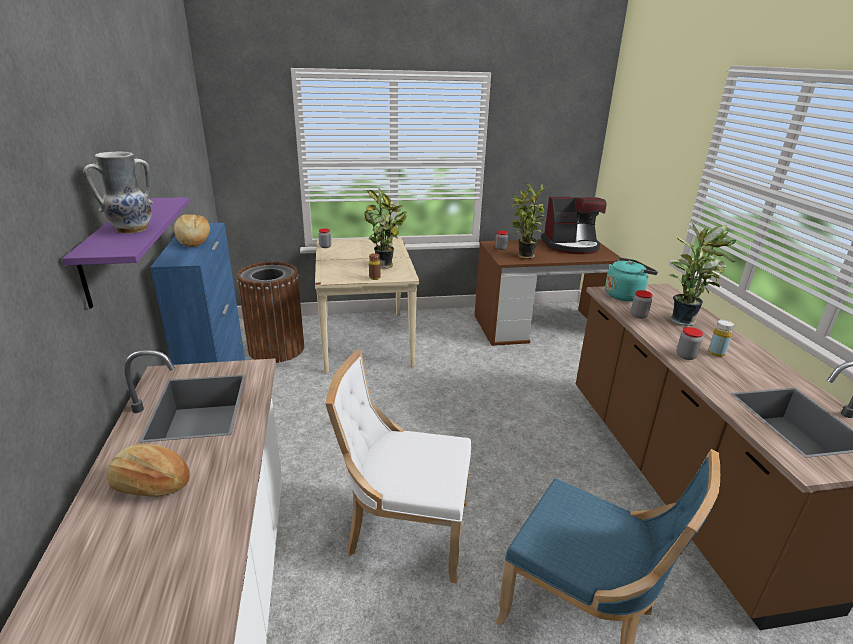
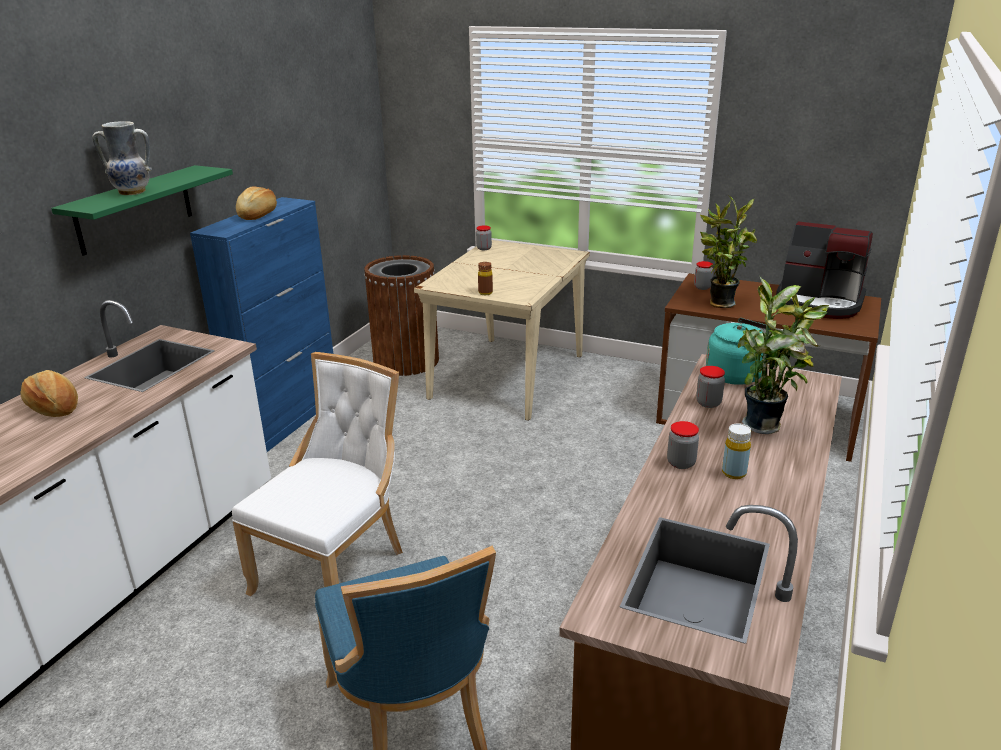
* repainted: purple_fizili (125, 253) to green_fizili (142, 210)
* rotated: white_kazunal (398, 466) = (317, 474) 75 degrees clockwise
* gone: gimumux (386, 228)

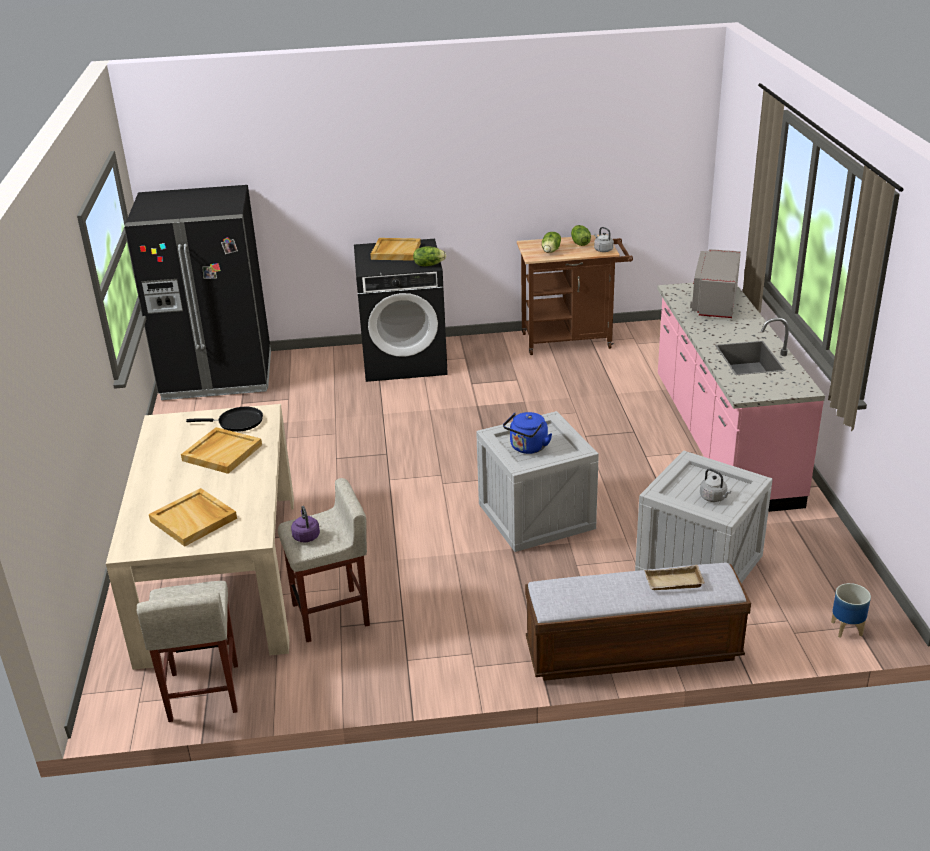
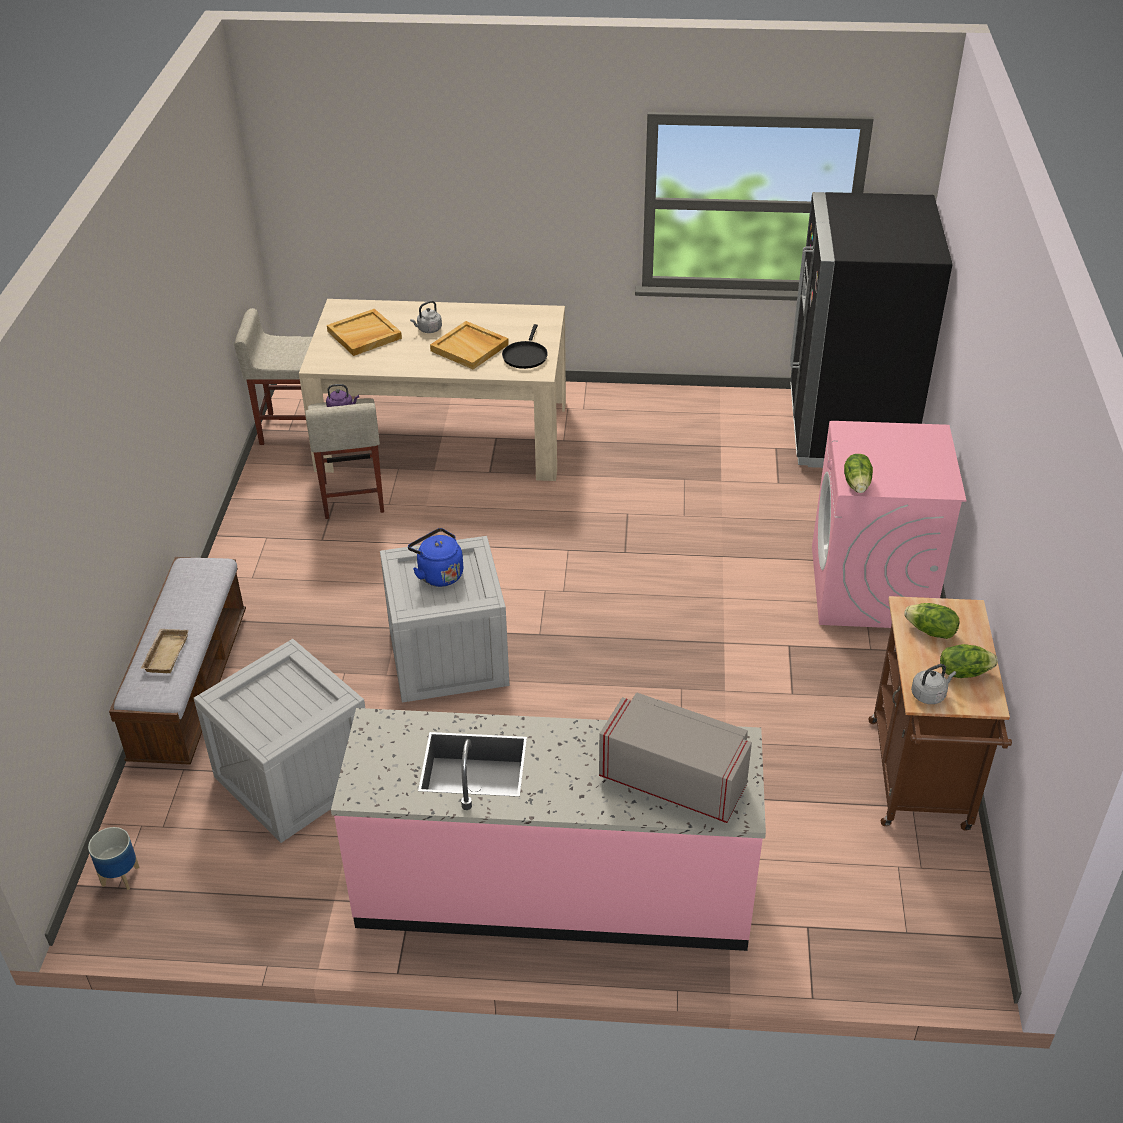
* shifted: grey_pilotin (715, 485) to (426, 317)
* repainted: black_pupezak (401, 310) to pink_pupezak (889, 524)
* gone: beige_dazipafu (395, 249)

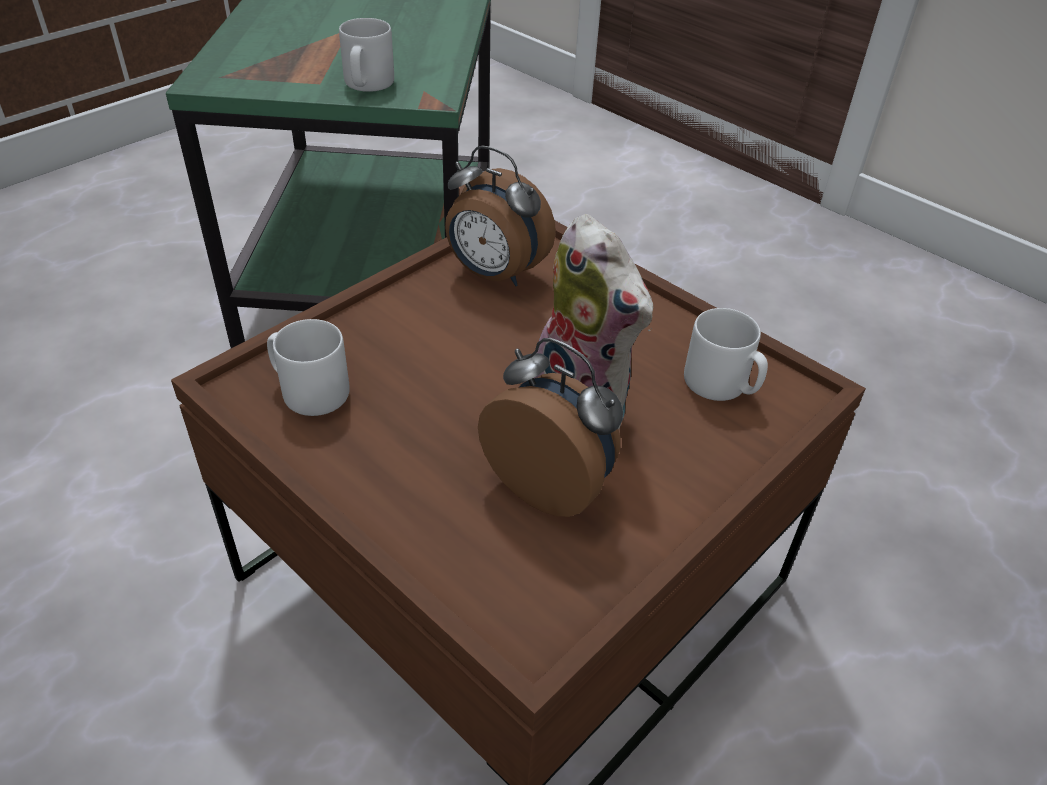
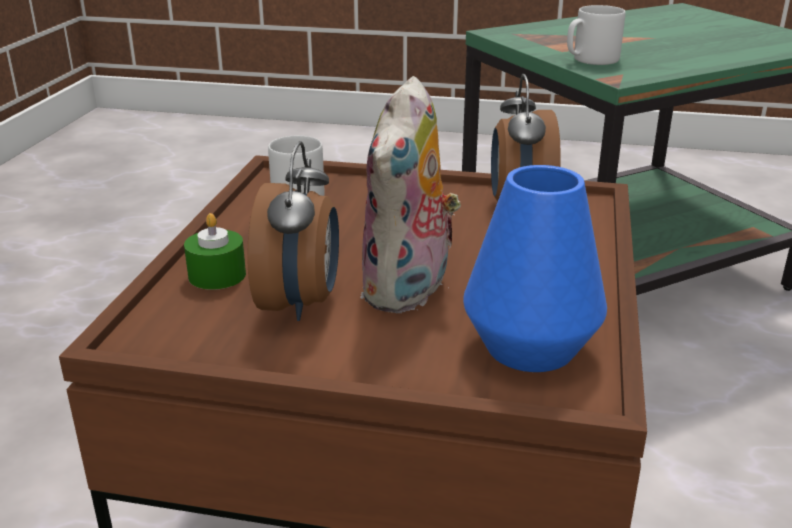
* new: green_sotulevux (215, 251)
* swapped: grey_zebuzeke (726, 354) to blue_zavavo (535, 268)

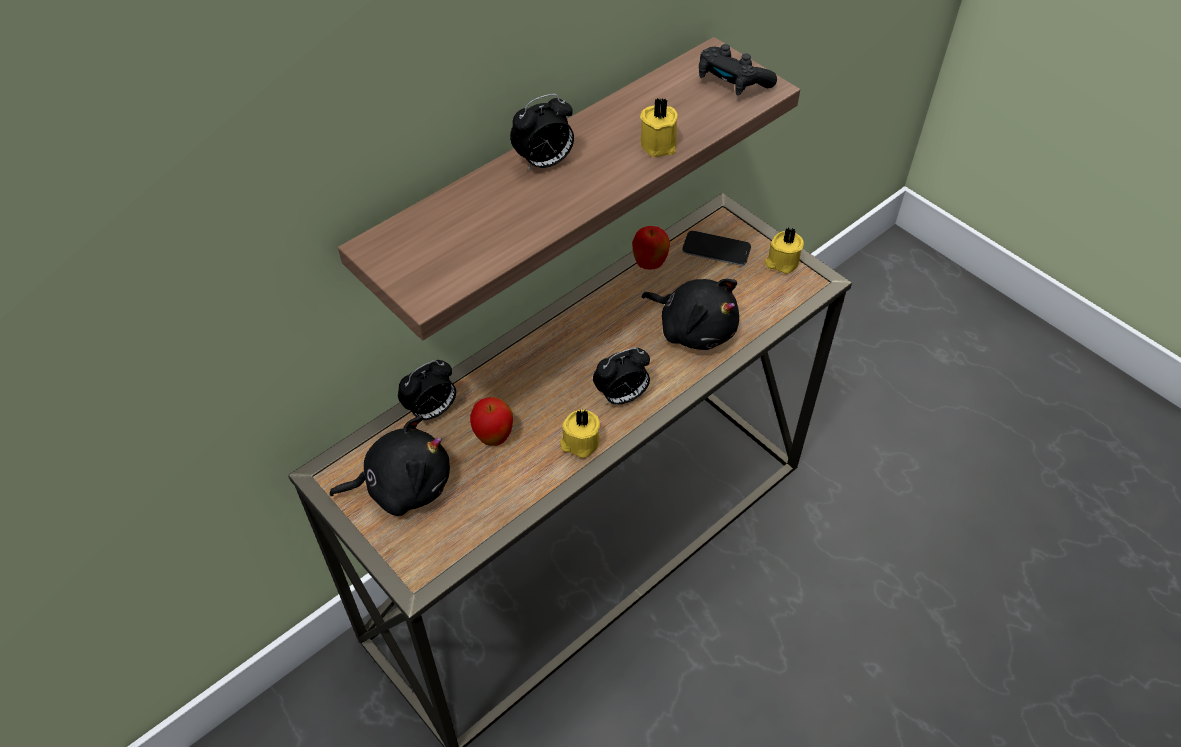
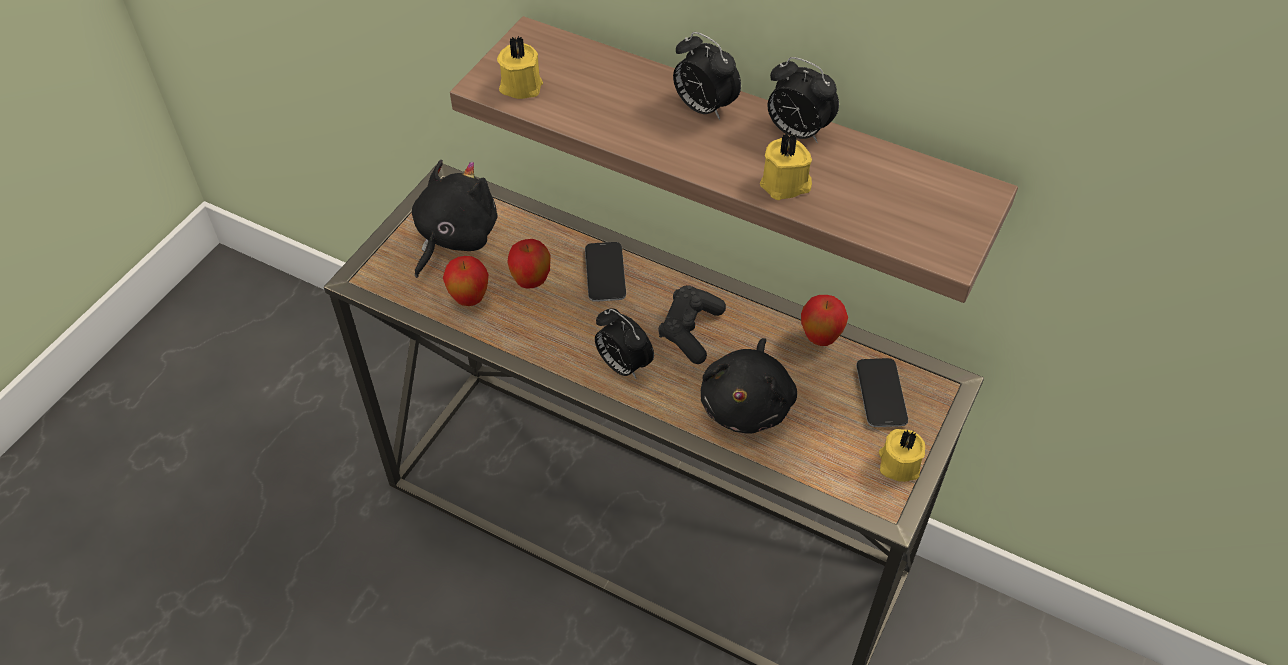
* rotated: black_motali (389, 466) = (454, 219) 120 degrees counterclockwise
* new: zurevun (466, 281)
* shifted: yellow_sotulevux (580, 433) to (520, 67)
* new: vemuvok (605, 272)
* shifted: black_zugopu (738, 69) to (692, 324)
* shifted: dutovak (427, 390) to (803, 100)

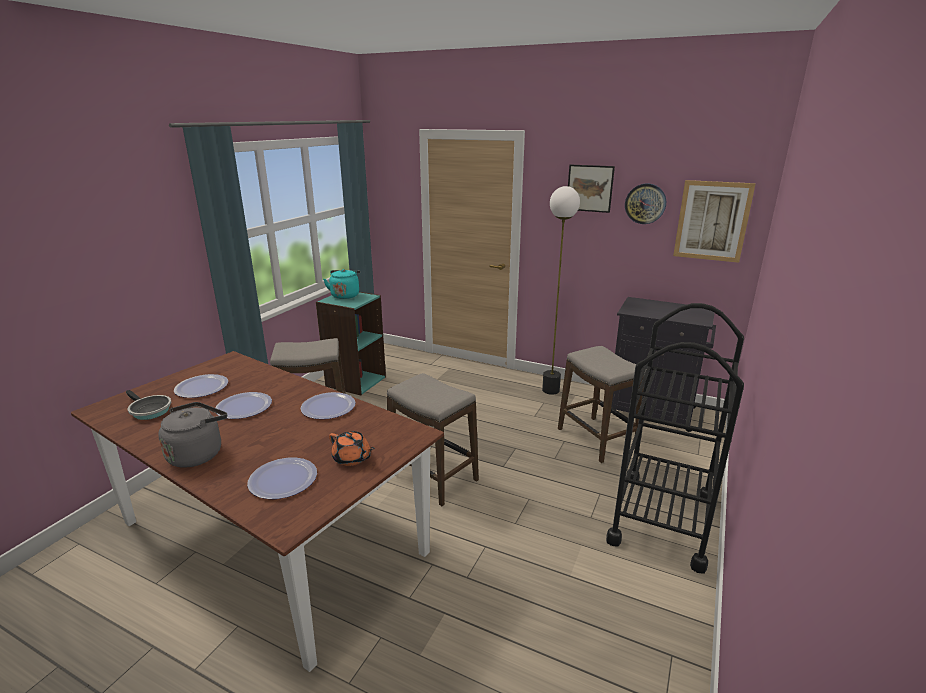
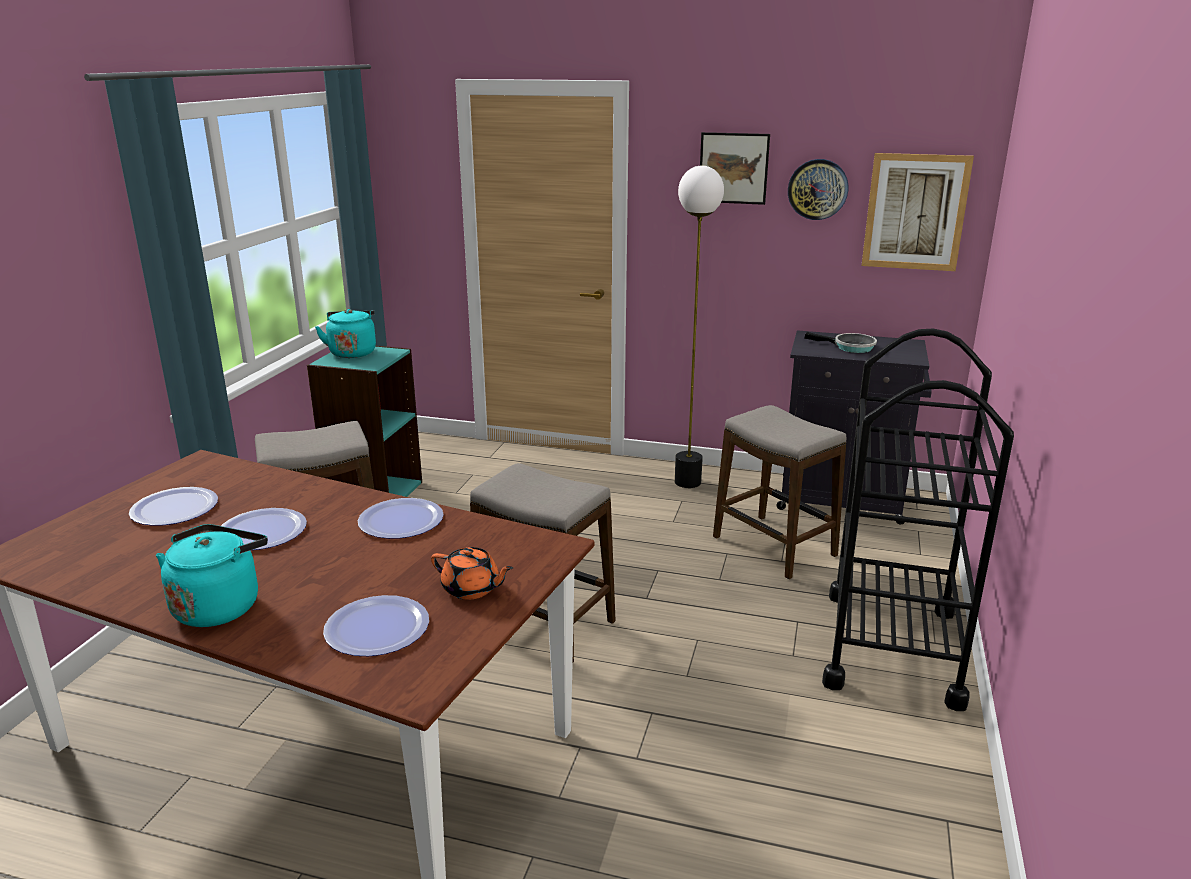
* repainted: grey_pilotin (192, 435) to turquoise_pilotin (212, 575)
* shifted: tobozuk (148, 405) to (840, 342)

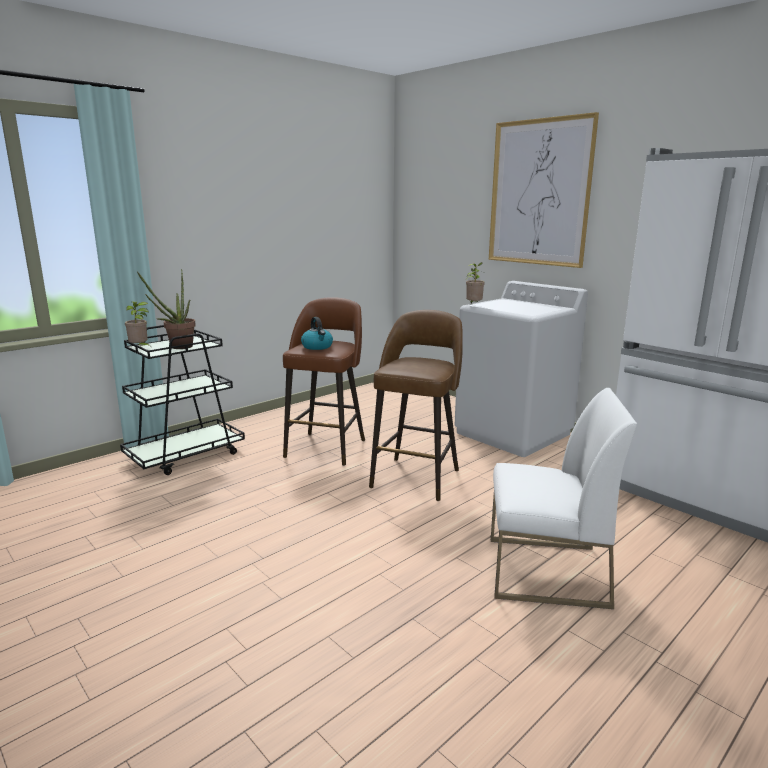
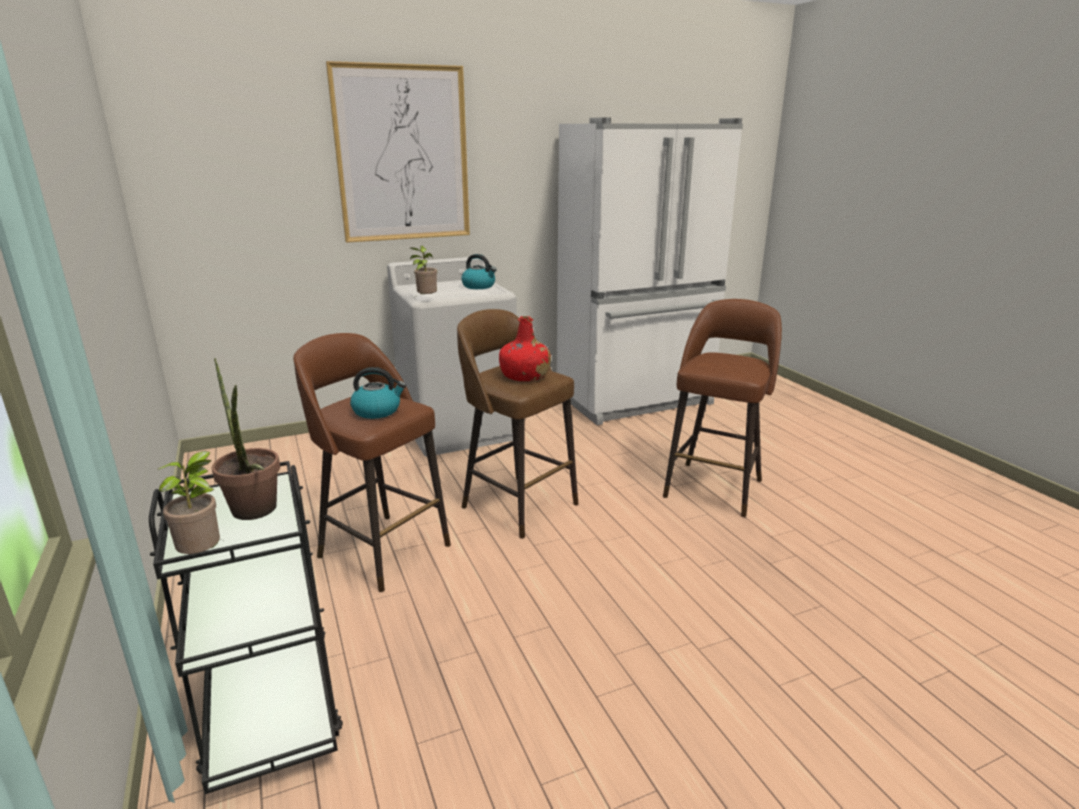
* new: pilotin (479, 271)
* new: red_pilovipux (525, 348)
* swapped: white_kazunal (564, 498) to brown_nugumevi (722, 408)

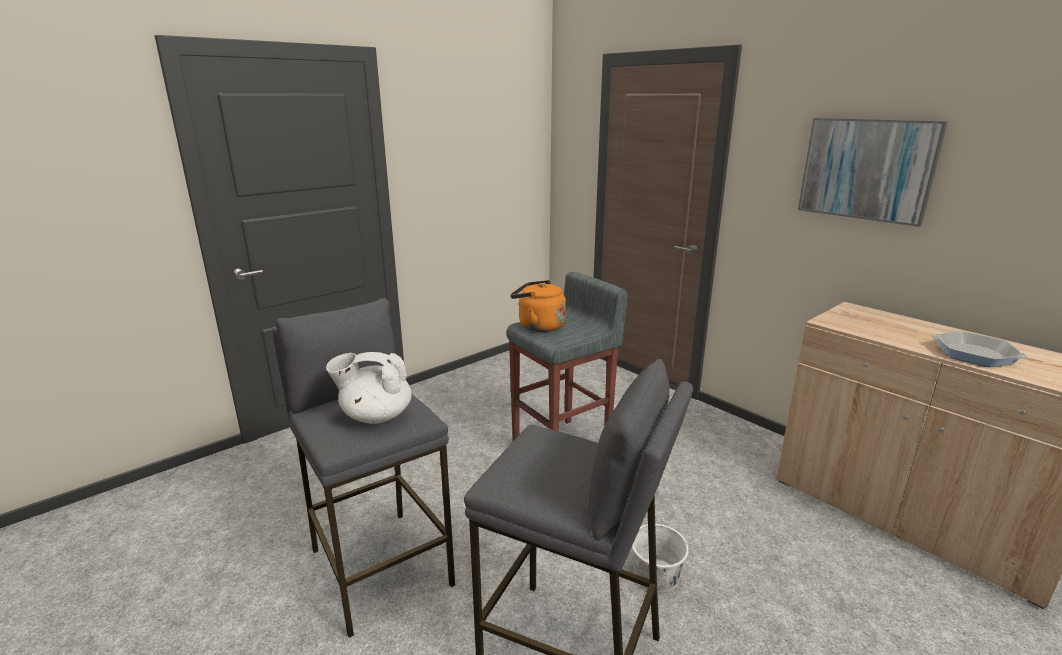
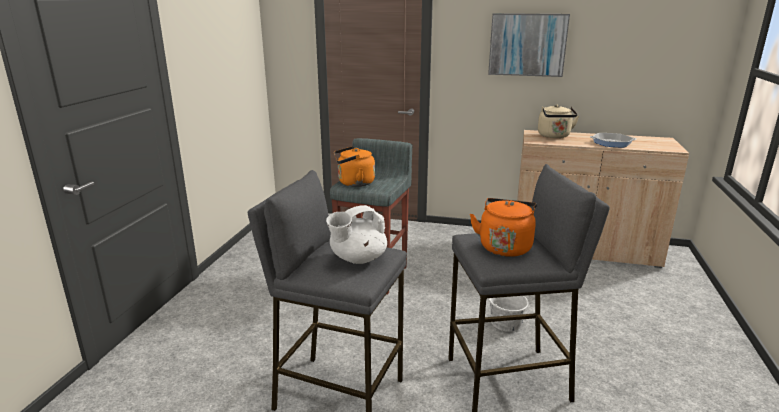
* new: orange_pilotin (503, 227)
* new: beige_pilotin (558, 121)

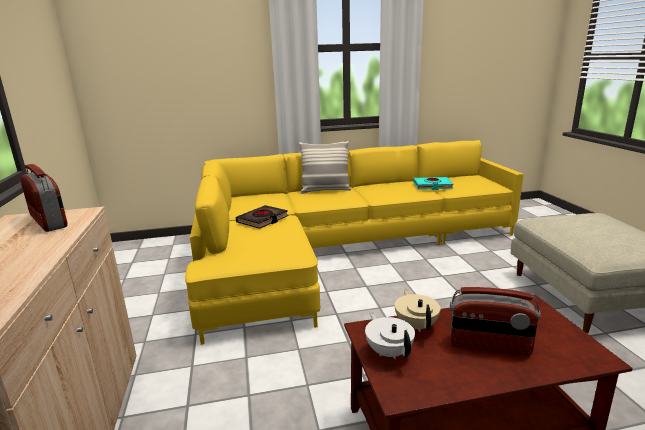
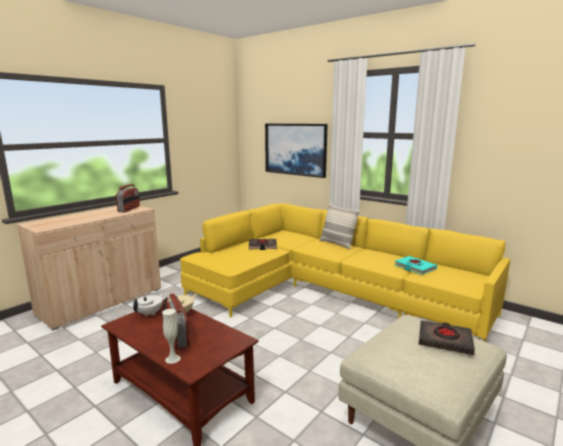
* new: white_zavavo (171, 336)
* new: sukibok (296, 151)
* new: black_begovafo (447, 337)

